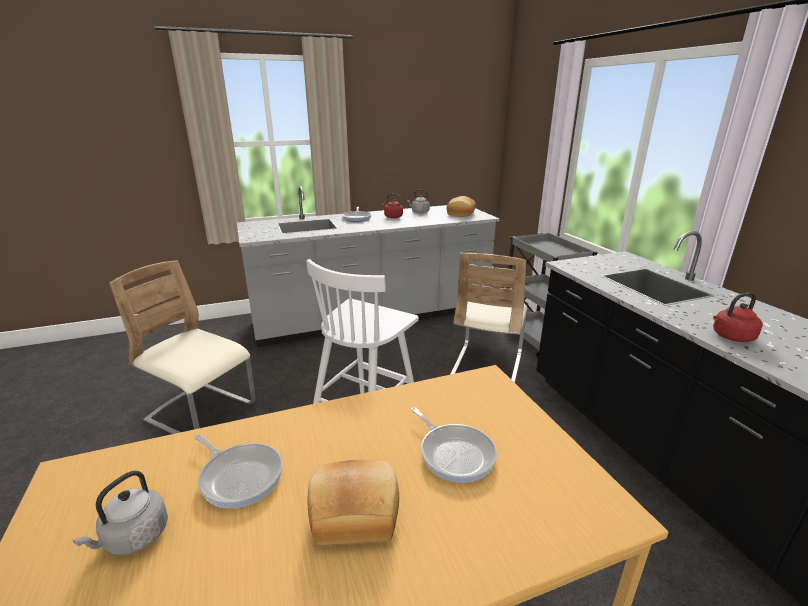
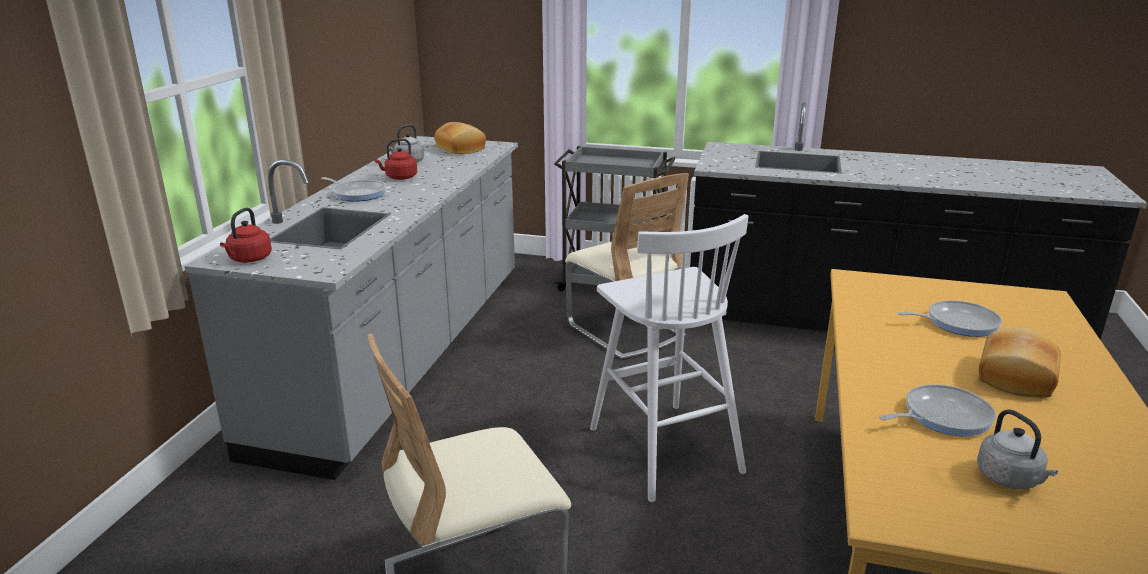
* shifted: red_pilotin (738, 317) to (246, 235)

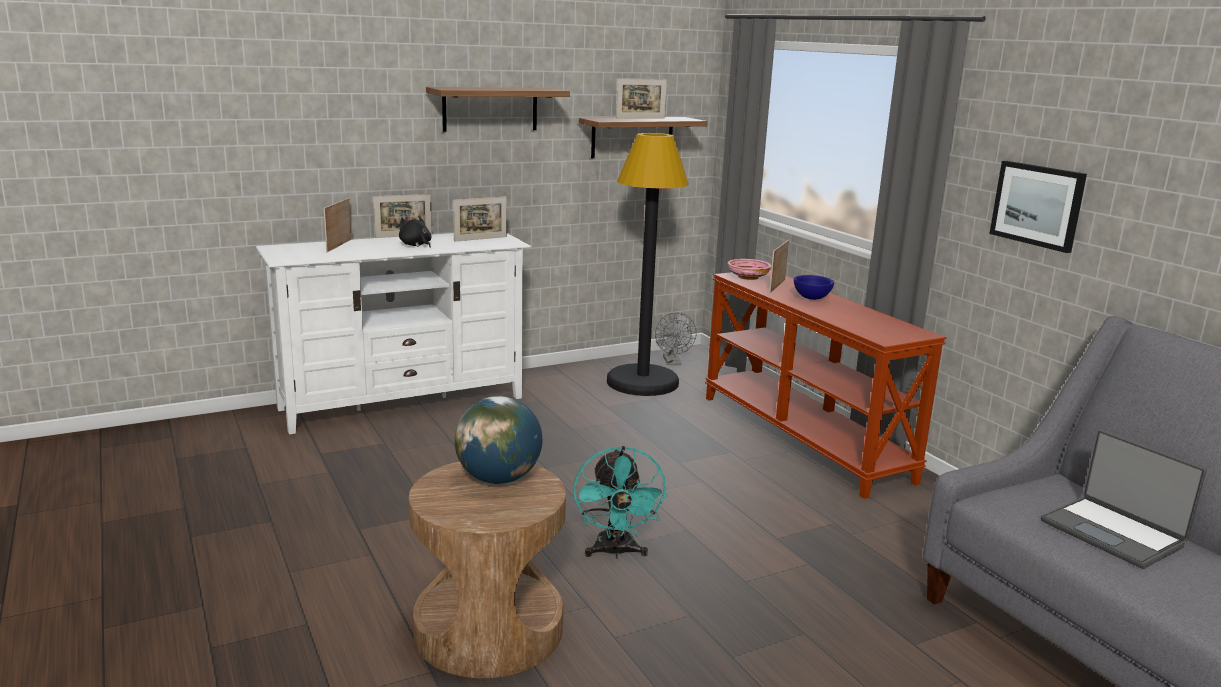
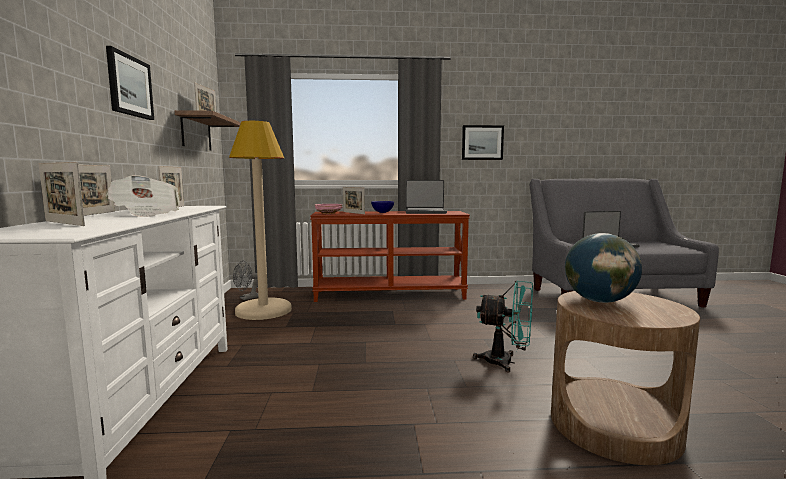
* swapped: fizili (498, 109) to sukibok (130, 83)
* swapped: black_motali (415, 231) to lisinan (143, 196)
* repainted: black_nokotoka (648, 264) to beige_nokotoka (260, 220)
* rotated: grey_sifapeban (676, 338) = (245, 280) 120 degrees clockwise
* new: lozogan (426, 197)

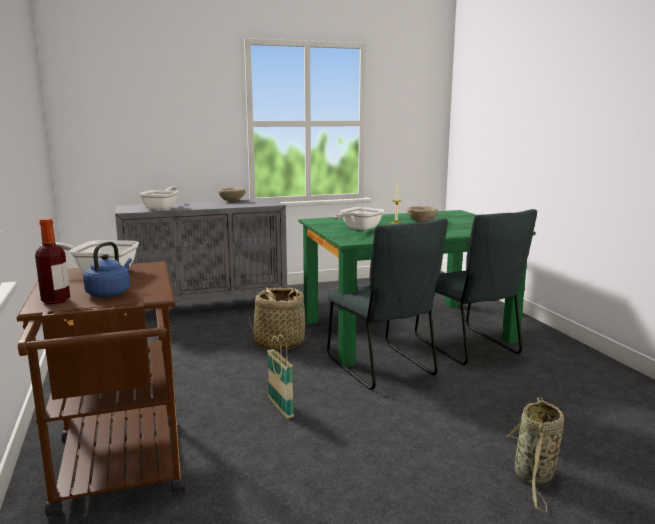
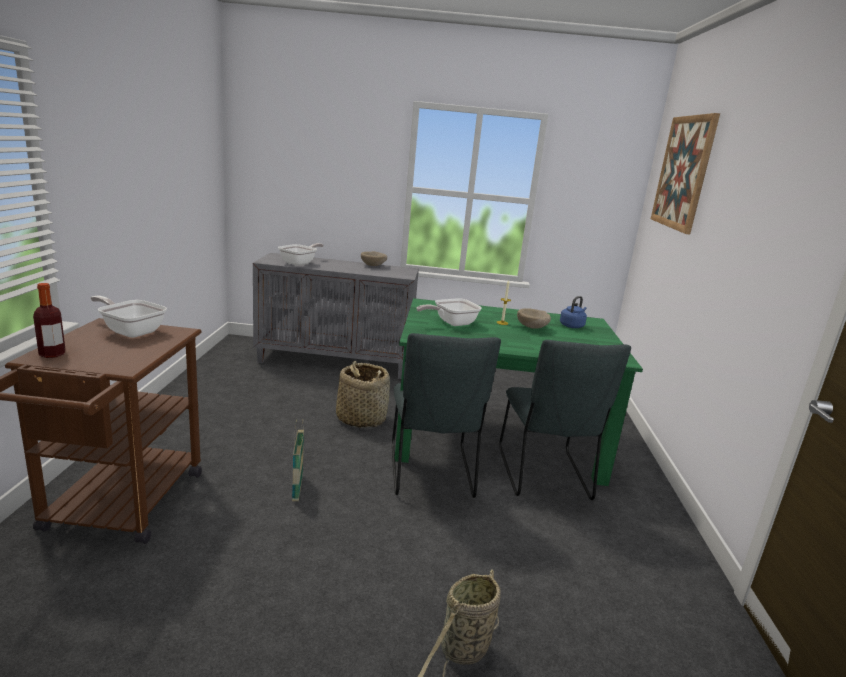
* shifted: blue_pilotin (107, 269) to (573, 312)
* new: sukibok (685, 174)

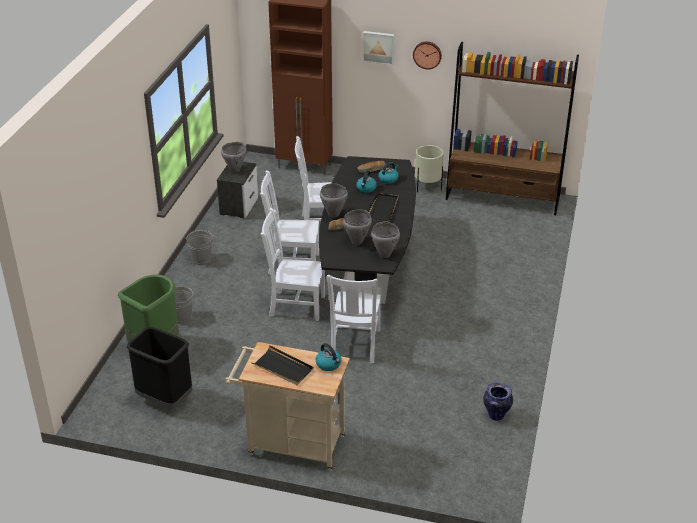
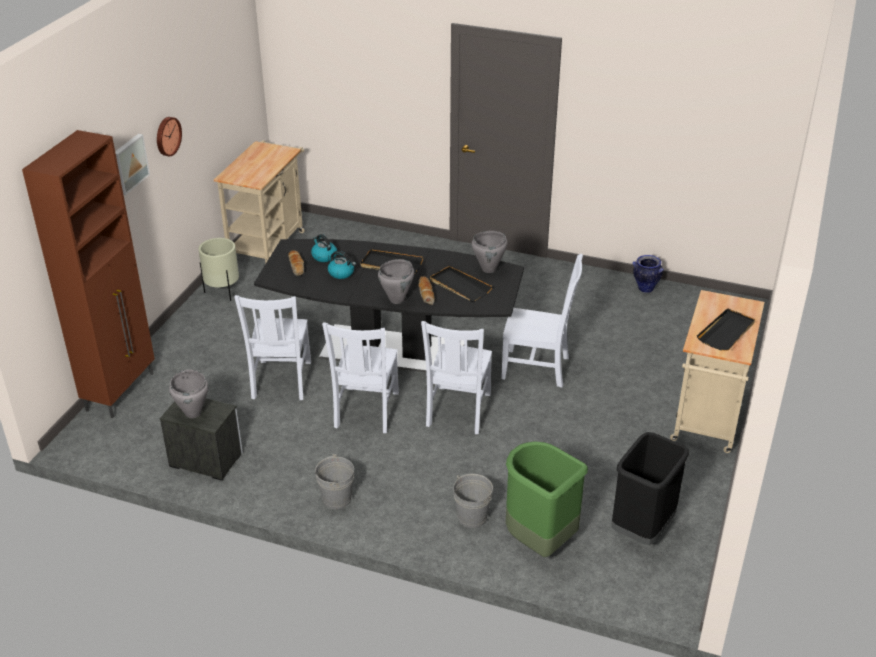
* swapped: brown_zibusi (512, 128) to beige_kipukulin (259, 201)
* swapped: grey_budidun (357, 227) to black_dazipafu (461, 283)
* gone: pilotin (329, 357)

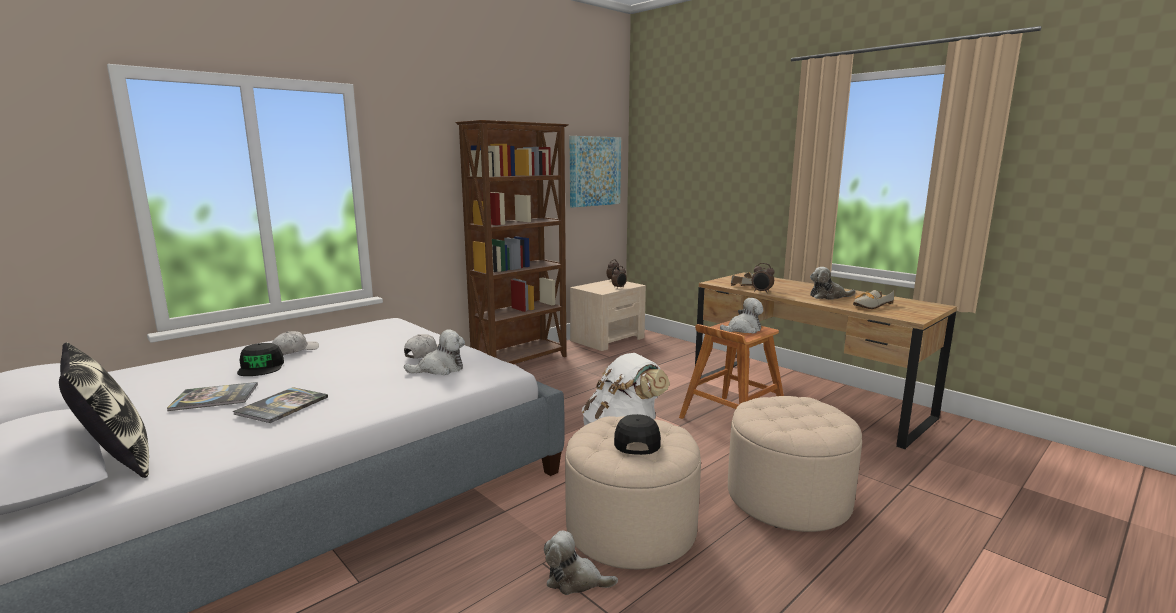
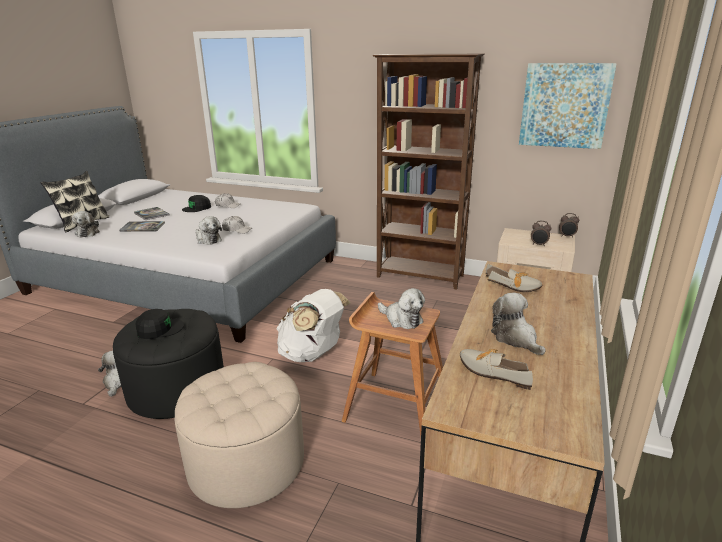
* new: motali (86, 224)
* repainted: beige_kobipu (633, 492) to black_kobipu (168, 364)
* gone: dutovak (763, 278)

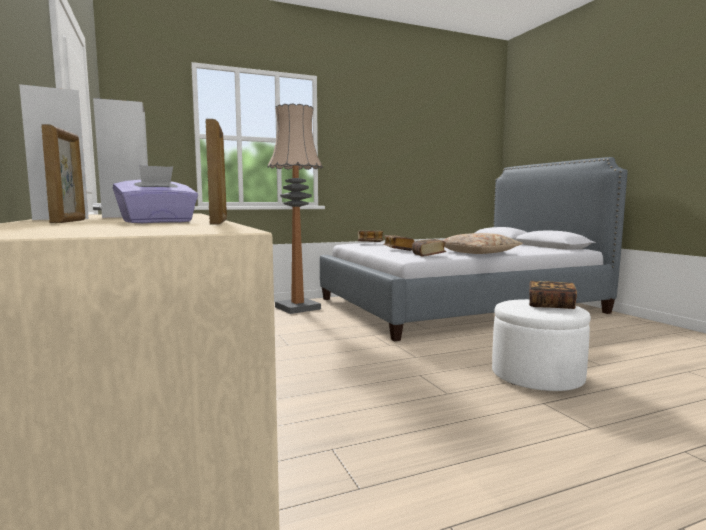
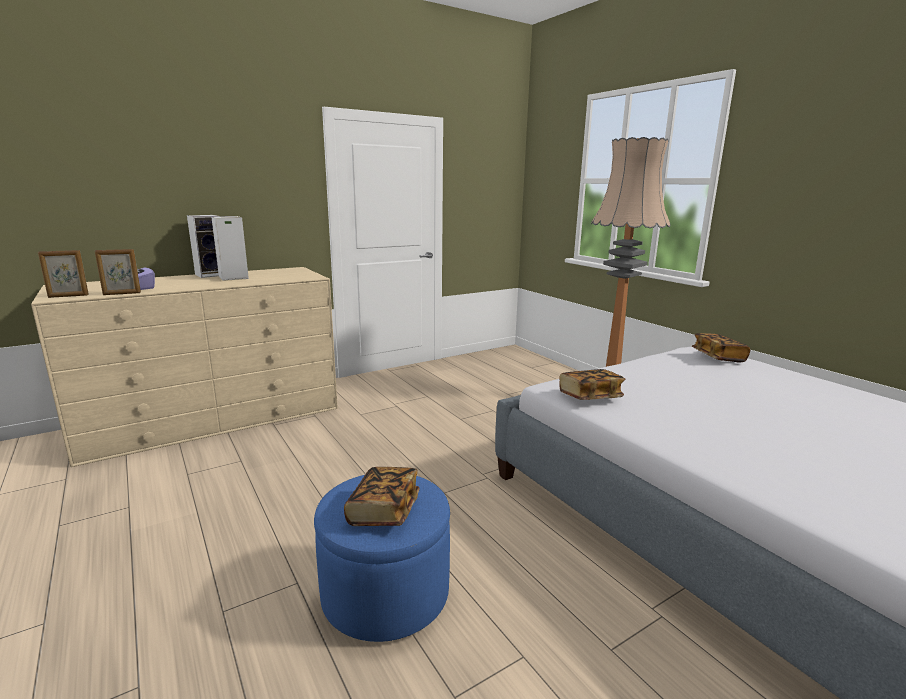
* shifted: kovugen (63, 173) to (63, 274)
* repainted: white_kobipu (541, 345) to blue_kobipu (382, 558)
* gone: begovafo (399, 243)
* gone: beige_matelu (482, 243)

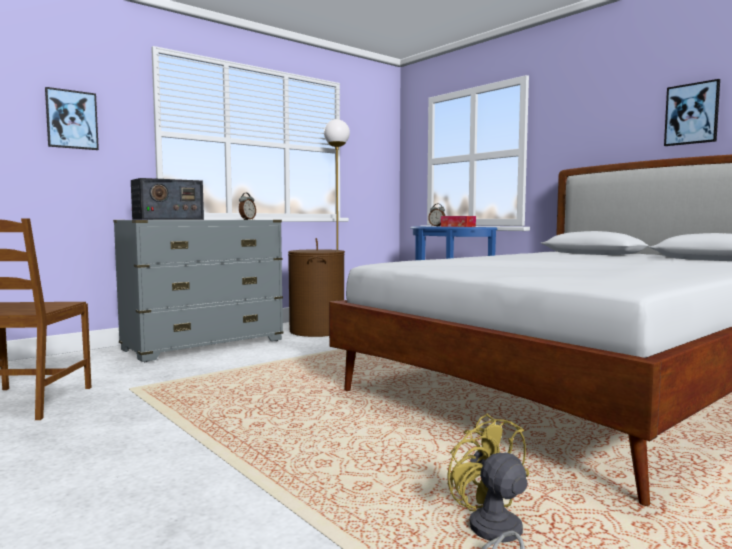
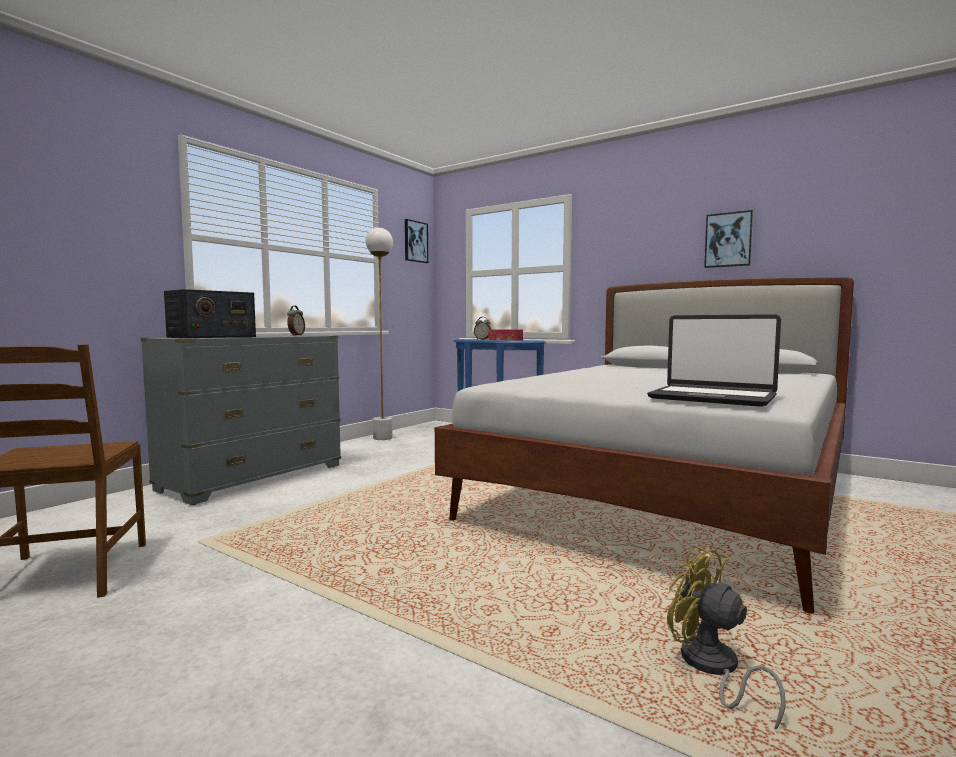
* shifted: sukibok (72, 118) to (416, 241)
* new: lozogan (714, 360)
* gone: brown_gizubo (316, 287)

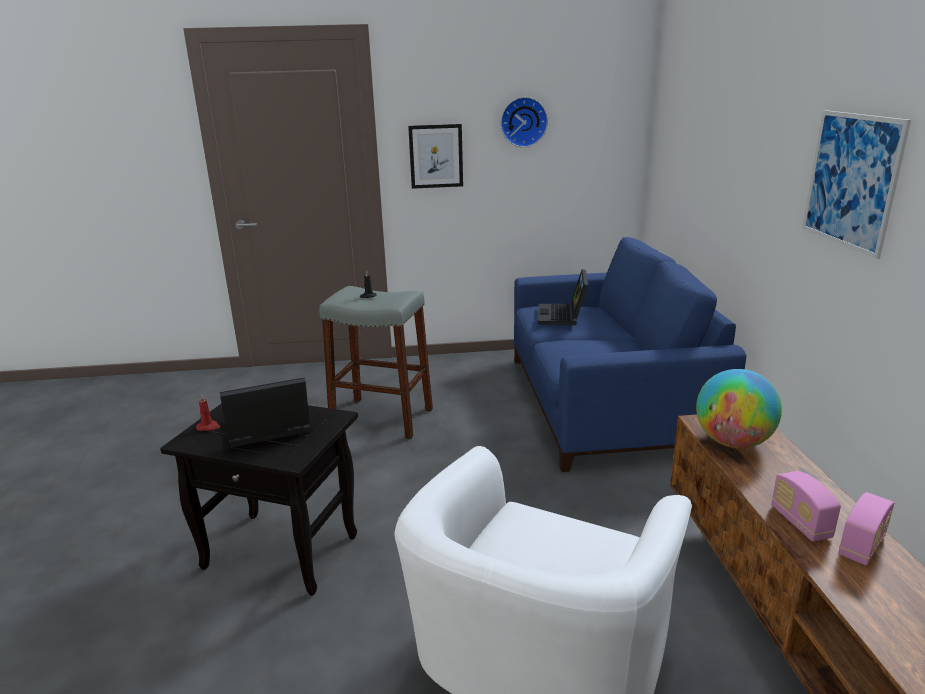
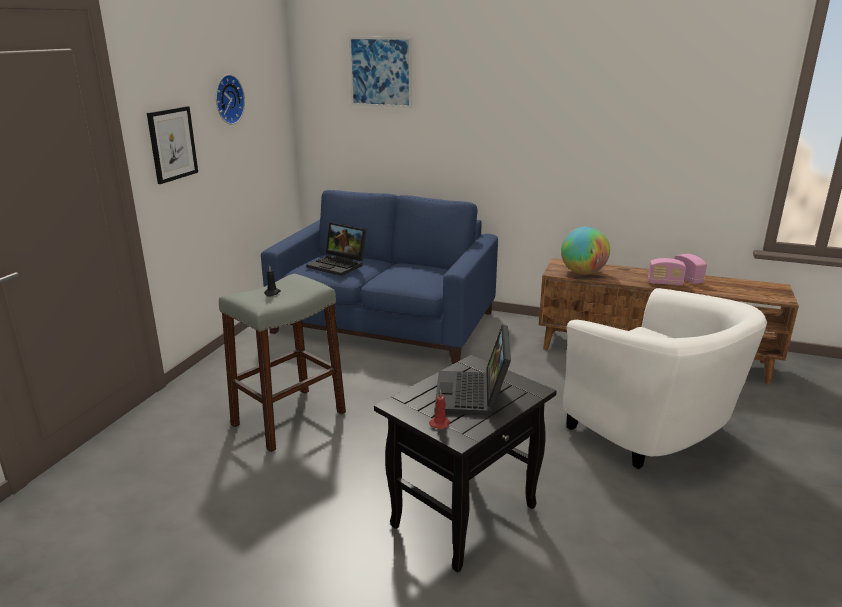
* shifted: sukibok (856, 184) to (380, 72)

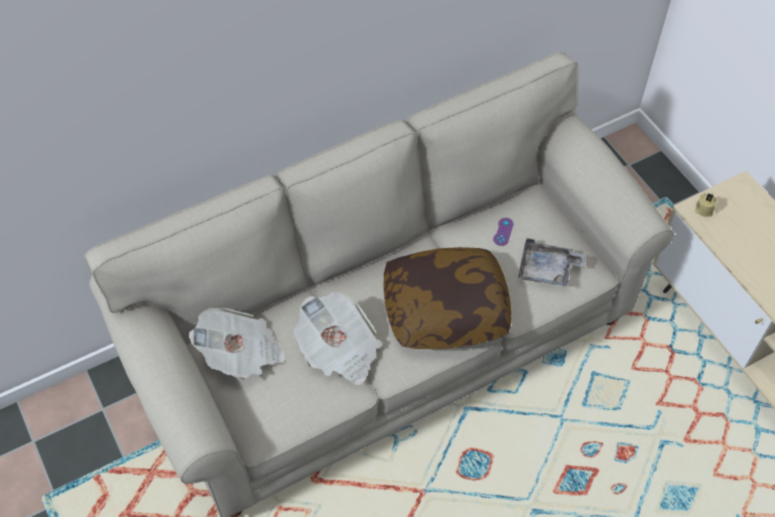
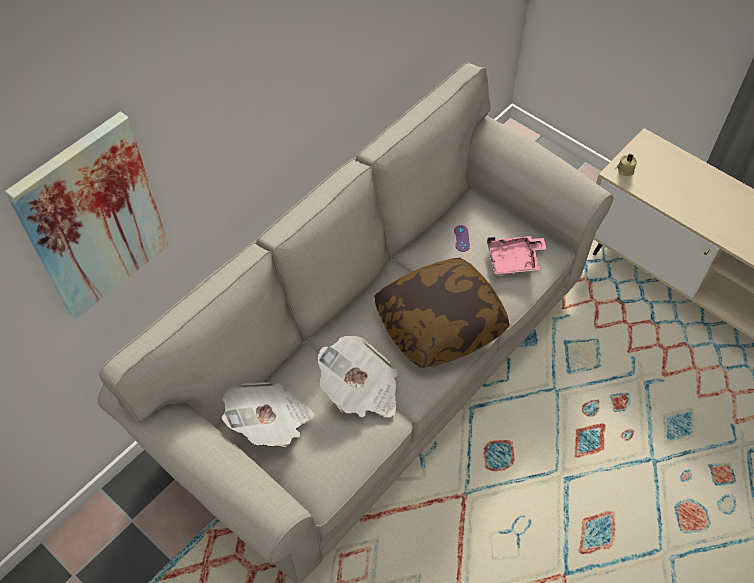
* new: sukibok (87, 215)
* repainted: grey_dazipafu (552, 262) to pink_dazipafu (517, 255)

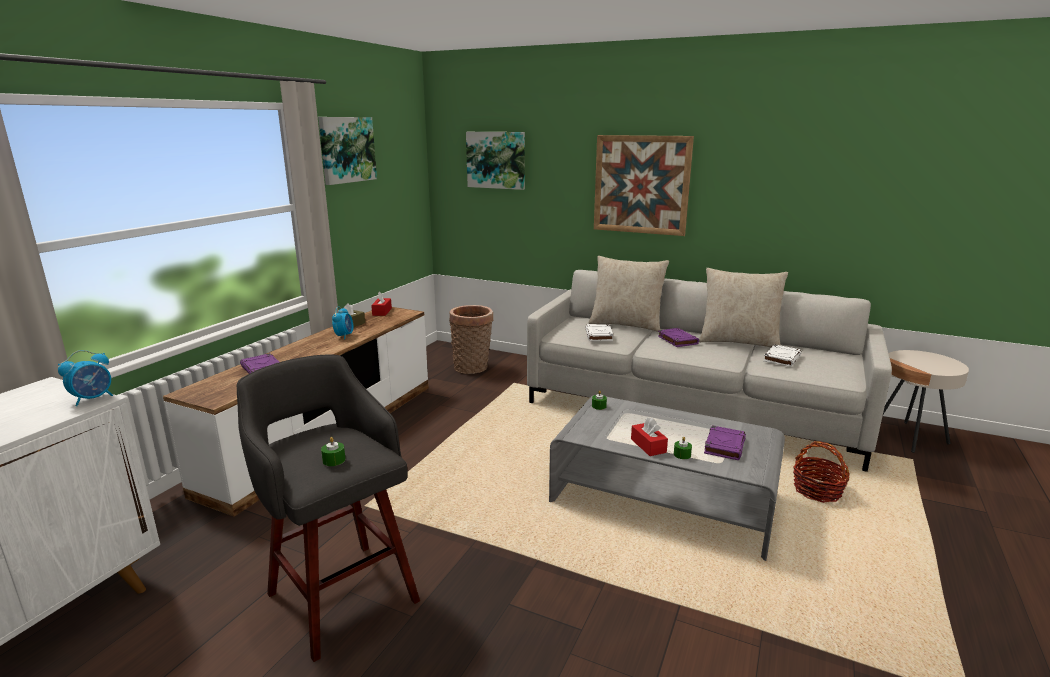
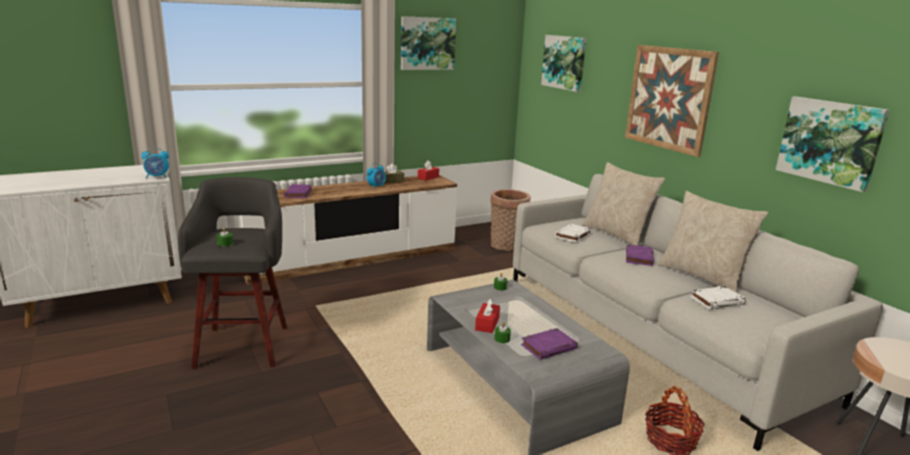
* new: sukibok (832, 144)

